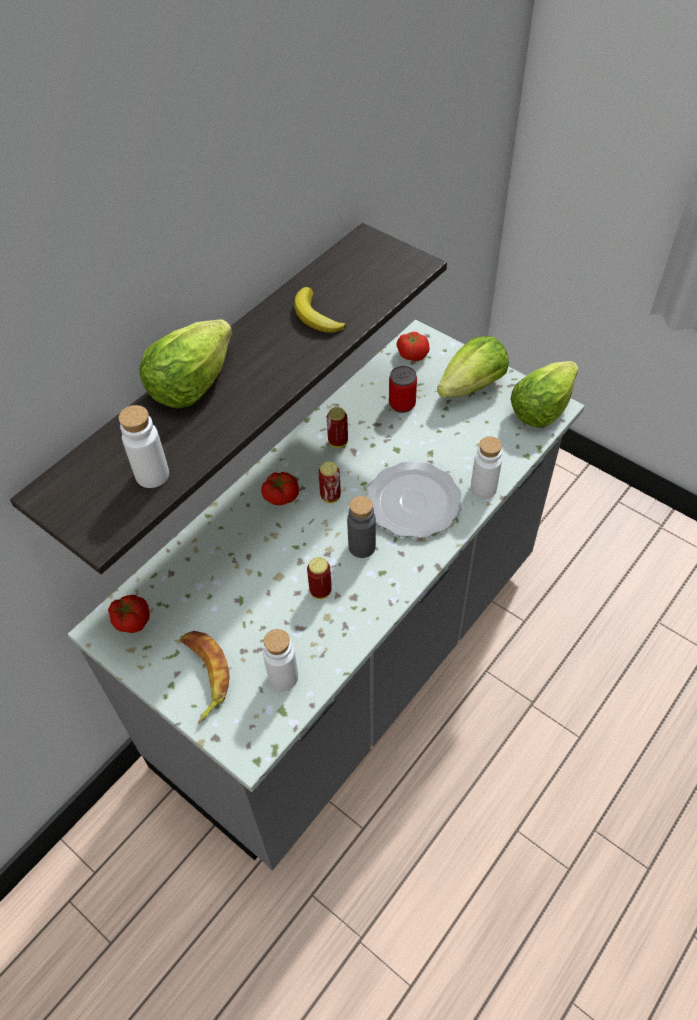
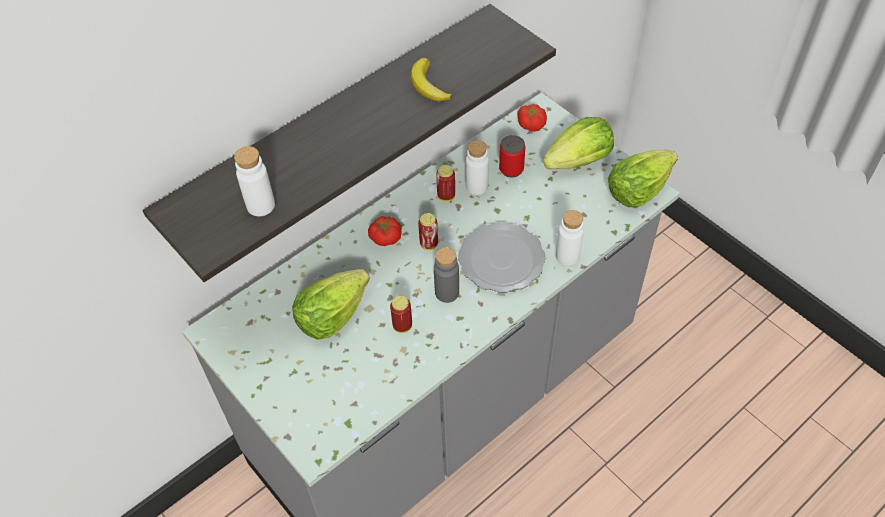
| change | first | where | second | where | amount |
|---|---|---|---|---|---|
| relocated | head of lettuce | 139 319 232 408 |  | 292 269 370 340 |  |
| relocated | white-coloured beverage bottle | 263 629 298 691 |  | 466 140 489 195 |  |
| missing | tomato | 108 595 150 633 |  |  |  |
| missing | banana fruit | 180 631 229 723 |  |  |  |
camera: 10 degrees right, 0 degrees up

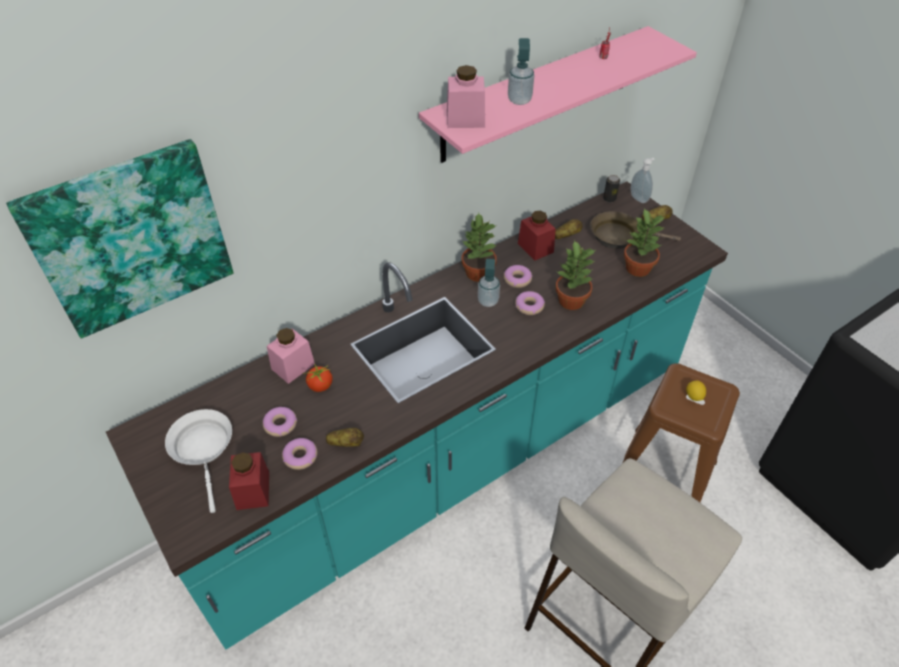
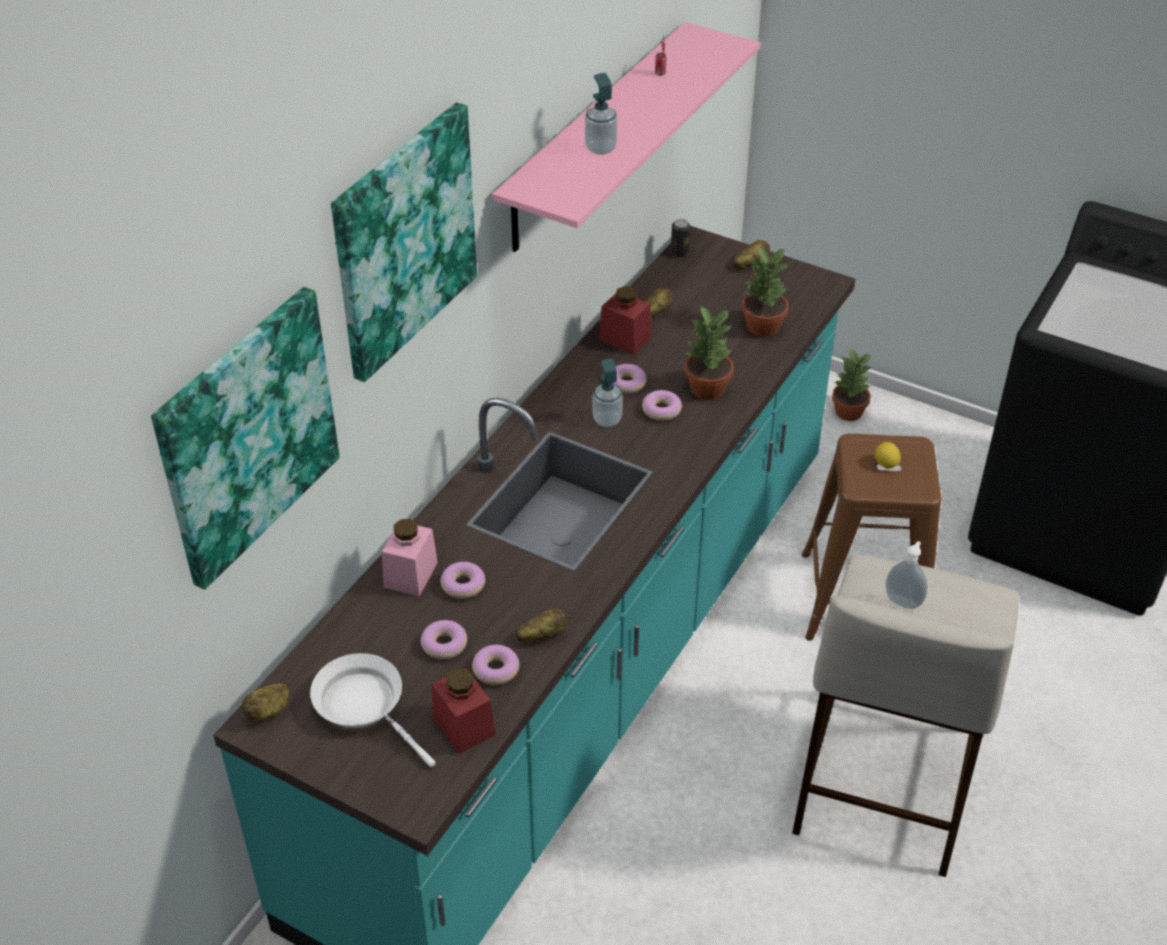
| change | first | where | second | where | amount |
|---|---|---|---|---|---|
| appeared |  |  | whole potato | 241 683 290 721 |  |
| appeared |  |  | wall art | 331 102 477 382 |  |
| exchanged | tomato | 306 365 333 392 | donut | 440 562 485 599 |  |
| relocated | plant in a pot | 462 213 497 282 |  | 832 348 872 421 |  |
| relocated | soap bottle | 631 158 655 203 |  | 885 541 928 609 |  |
| missing | pink storage jar | 447 65 485 128 |  |  |  |
| missing | brown-coloured frying pan | 590 211 681 249 |  |  |  |
camera: 25 degrees left, 5 degrees down

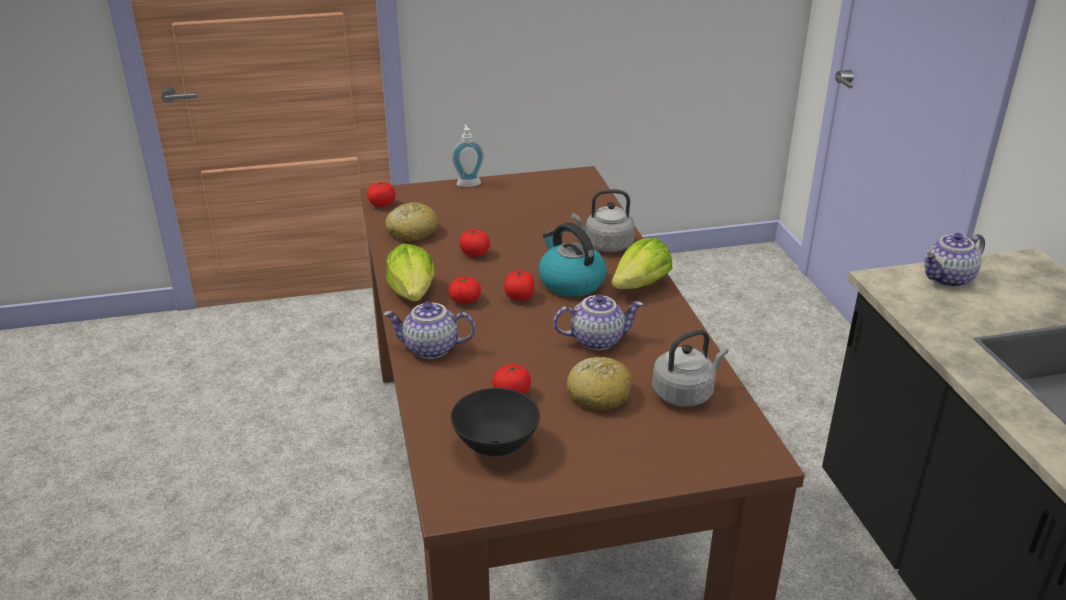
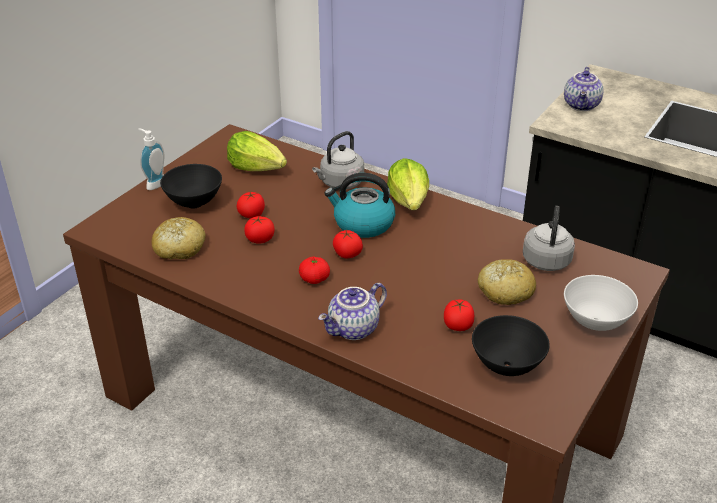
| change | first | where | second | where | amount |
|---|---|---|---|---|---|
| appeared |  |  | black deep dish | 160 164 222 208 |  |
| relocated | head of lettuce | 386 244 435 301 |  | 227 131 287 171 |  |
| relocated | tomato | 367 182 395 207 |  | 236 192 265 219 |  |
| appeared |  |  | white-coloured deep dish | 564 275 638 331 |  |
| missing | tea pot | 554 294 643 350 |  |  |  |
camera: 45 degrees left, 5 degrees up

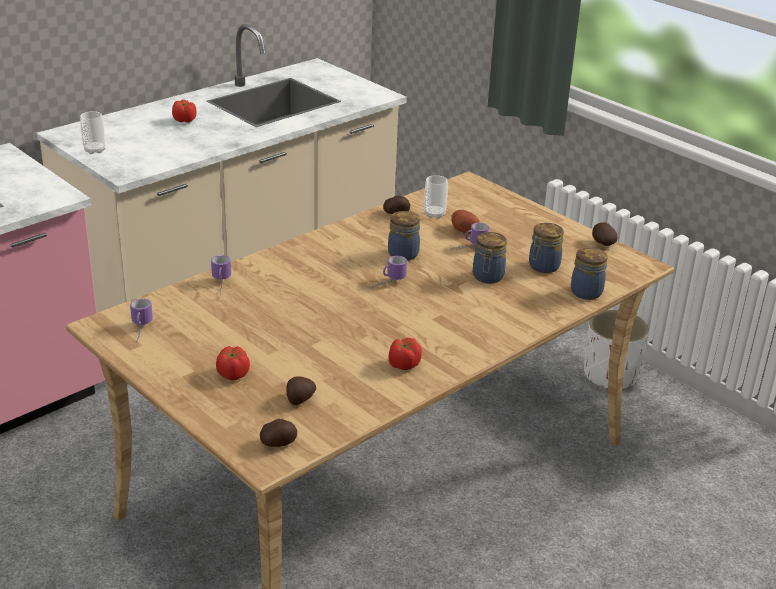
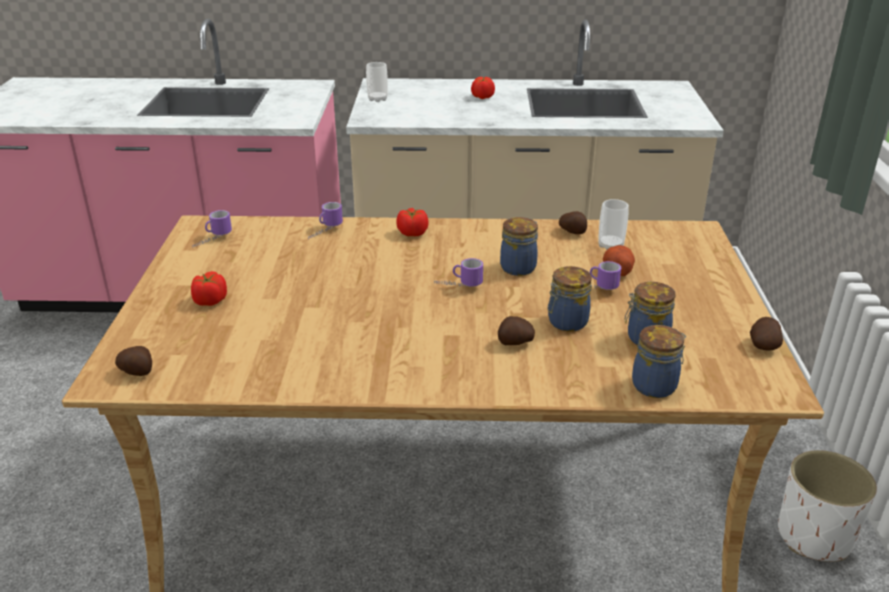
| change | first | where | second | where | amount |
|---|---|---|---|---|---|
| relocated | tomato | 389 338 422 370 |  | 396 208 429 236 |  |
| relocated | whole potato | 287 376 316 405 |  | 498 316 535 345 |  |
camera: 45 degrees right, 0 degrees up

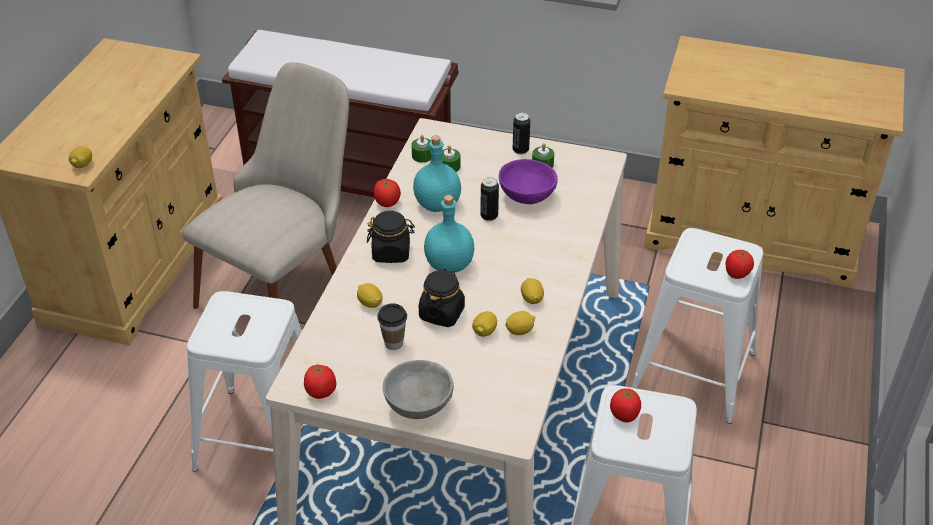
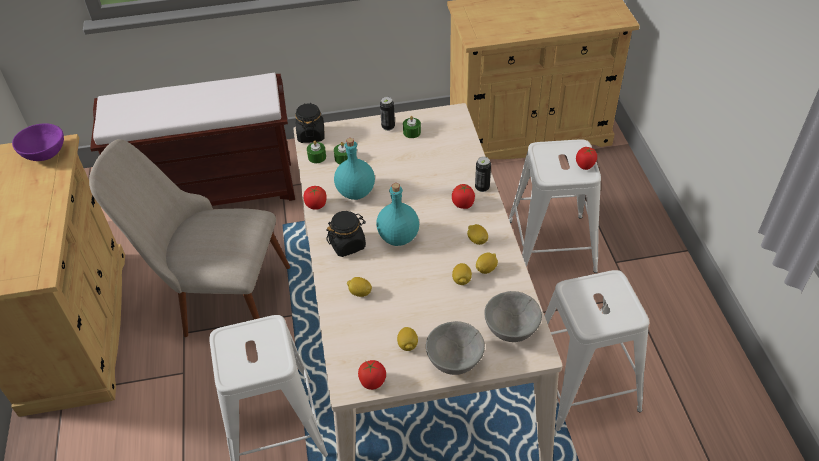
| change | first | where | second | where | amount |
|---|---|---|---|---|---|
| relocated | purple deep dish | 499 159 558 204 |  | 12 123 64 161 |  |
| spun | beige upright chair | 183 62 349 309 |  | 89 139 290 337 | 90 degrees counterclockwise |
| relocated | black storage jar | 419 269 465 327 |  | 295 103 325 143 |  |
| relocated | lemon | 68 146 92 168 |  | 397 327 418 351 |  |
| relocated | tomato | 610 389 641 422 |  | 452 184 475 209 |  |
| relocated | sealed can | 480 177 499 221 |  | 475 157 491 192 |  |
| appeared |  |  | greyish deep dish | 484 291 542 342 |  |
| missing | cup | 377 303 407 350 |  |  |  |
camera: 25 degrees left, 5 degrees up

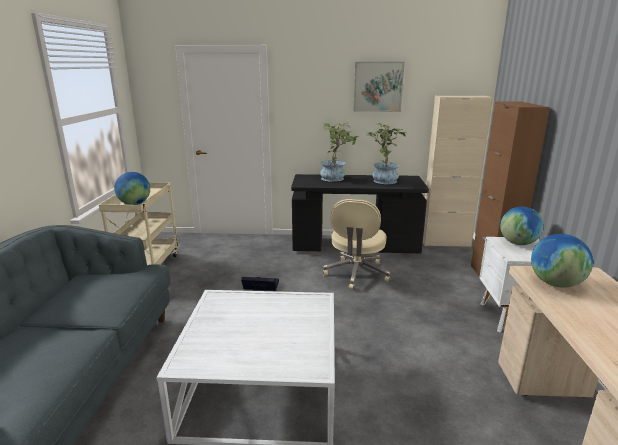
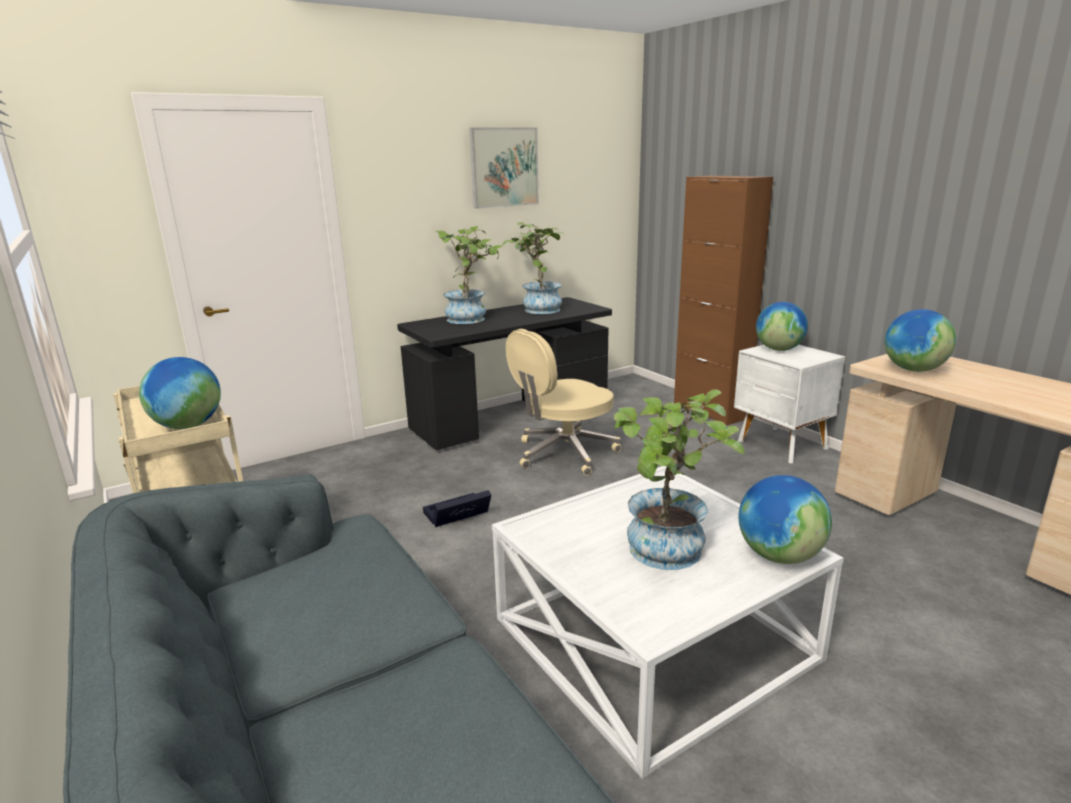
| change | first | where | second | where | amount |
|---|---|---|---|---|---|
| spun | beige computer chair | 323 199 390 290 |  | 506 329 621 475 | 75 degrees clockwise |
| appeared |  |  | plant in a pot | 613 389 745 570 |  |
| appeared |  |  | globe | 739 475 832 564 |  |
| missing | beige cupboard | 423 96 493 247 |  |  |  |
camera: 35 degrees left, 0 degrees up

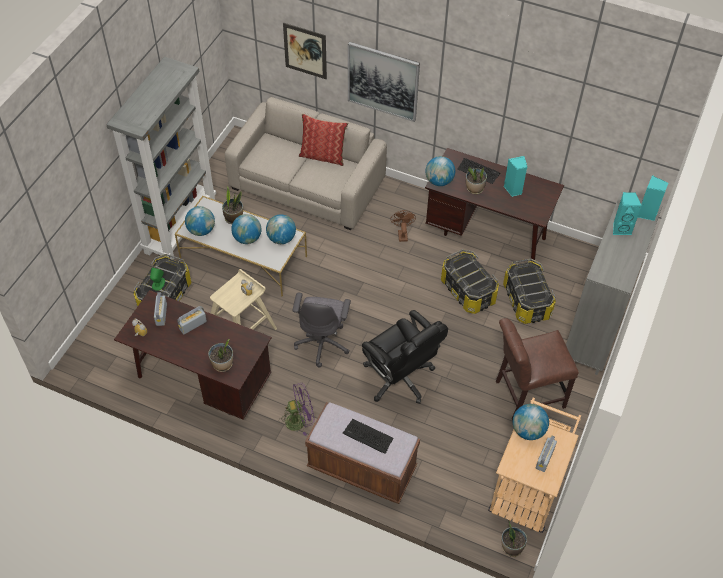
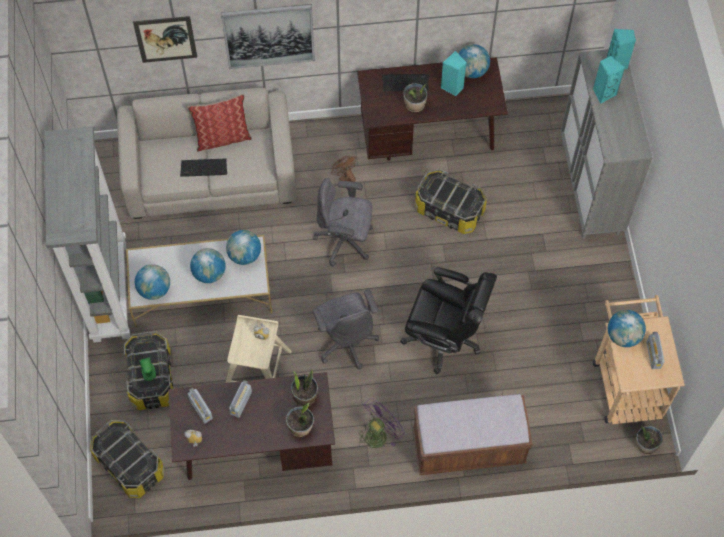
| change | first | where | second | where | amount |
|---|---|---|---|---|---|
| relocated | storage box | 503 259 556 324 |  | 90 420 164 498 |  |
| relocated | PC keyboard | 343 419 393 454 |  | 180 159 227 177 |  |
| relocated | plant in a pot | 222 186 243 224 |  | 291 368 318 407 |  |
| appeared |  |  | greyish computer chair | 313 178 372 267 |  |
| relocated | globe | 426 156 455 186 |  | 458 44 490 78 |  |
| missing | brown-coloured upright chair | 496 318 579 421 |  |  |  |
camera: 30 degrees left, 10 degrees up

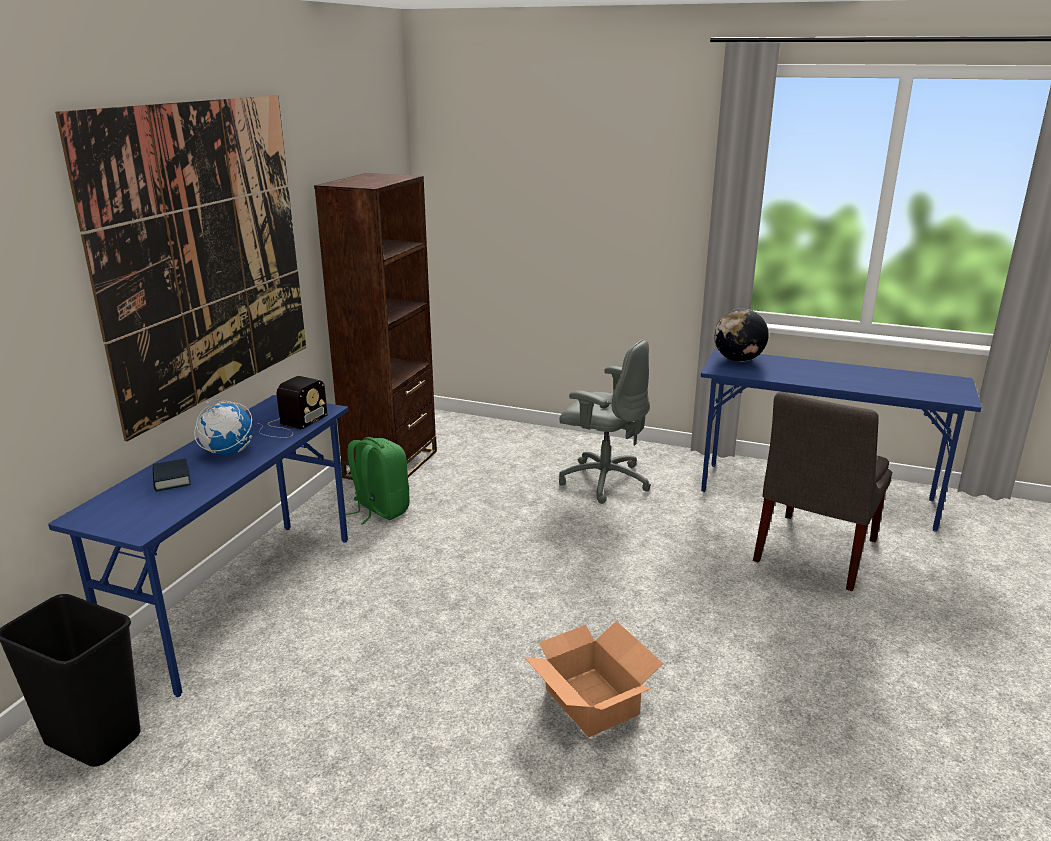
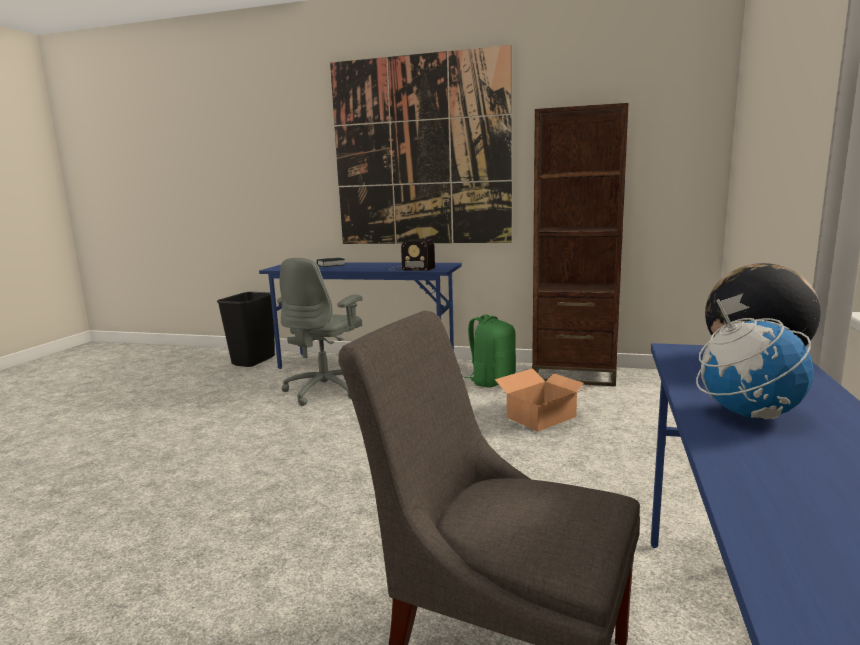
| change | first | where | second | where | amount |
|---|---|---|---|---|---|
| relocated | greyish computer chair | 559 339 651 504 |  | 277 258 362 406 |  |
| relocated | packing box | 524 621 663 737 |  | 495 368 590 431 |  |
| relocated | globe | 194 395 252 455 |  | 696 294 814 419 |  |
camera: 85 degrees right, 10 degrees down

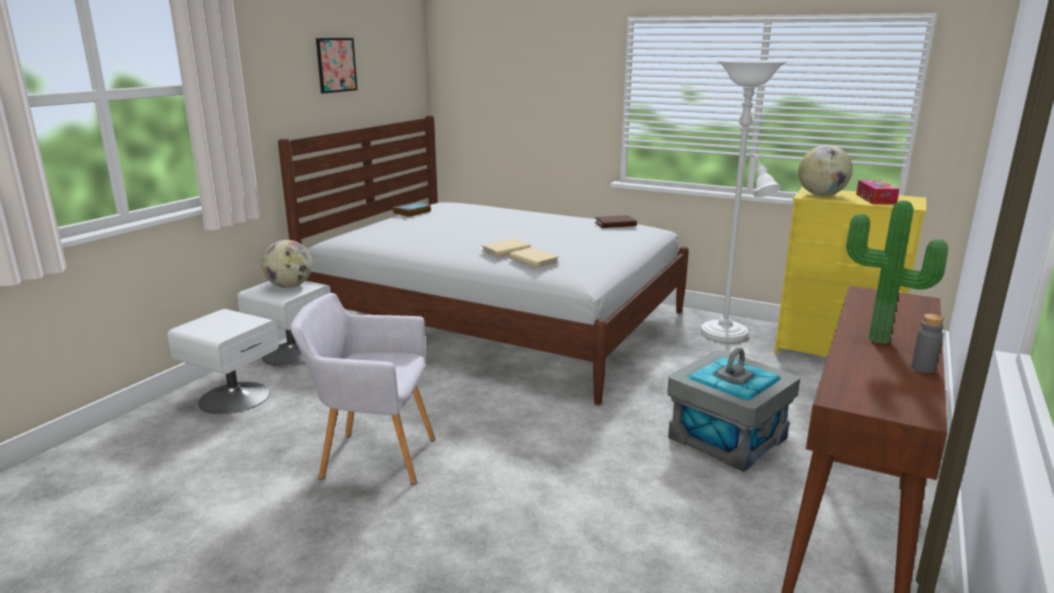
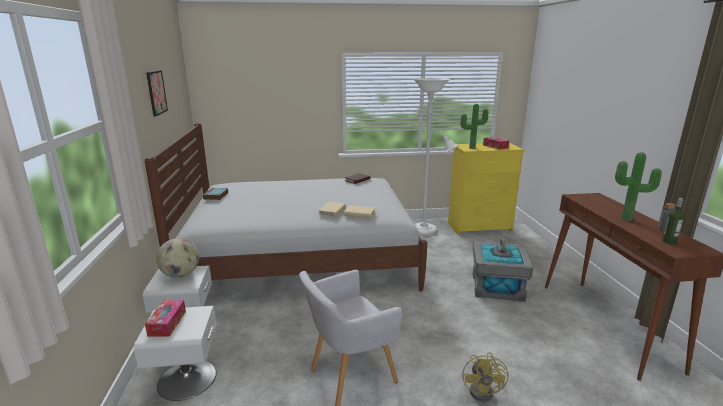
| change | first | where | second | where | amount |
|---|---|---|---|---|---|
| appeared |  |  | tissue box | 145 300 186 337 |  |
| exchanged | globe | 798 145 853 196 | plant in a pot | 460 104 488 149 |  |
| appeared |  |  | yellow-coloured cooling fan | 463 352 508 402 |  |
| appeared |  |  | beverage bottle | 662 198 684 245 |  |
camera: 35 degrees left, 0 degrees up

